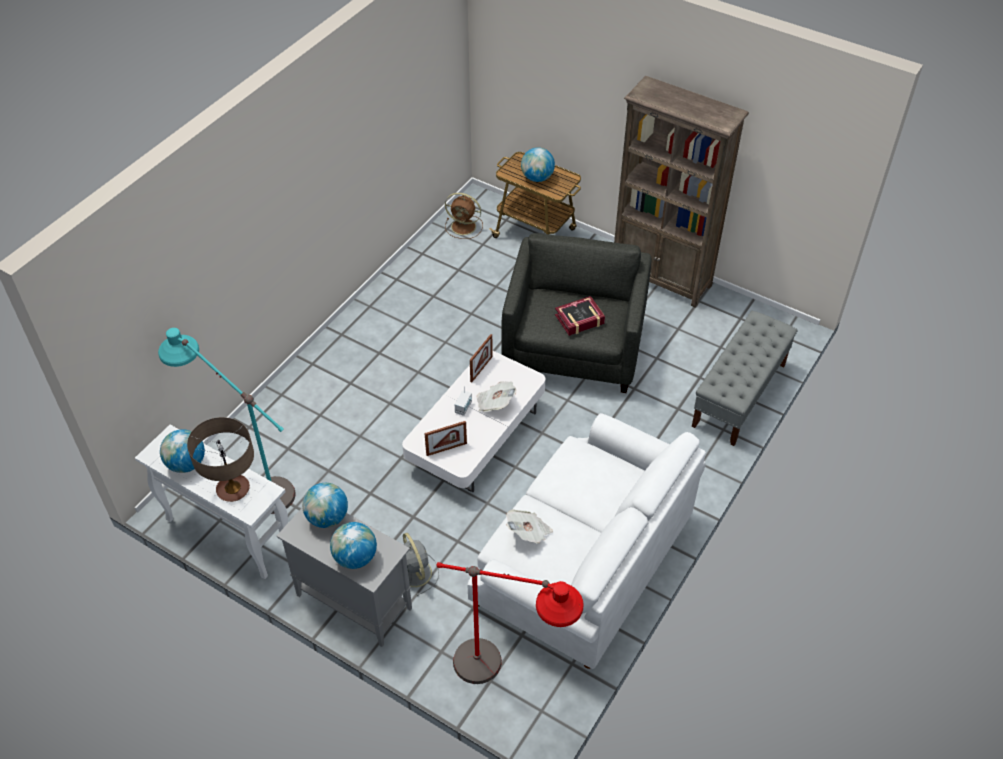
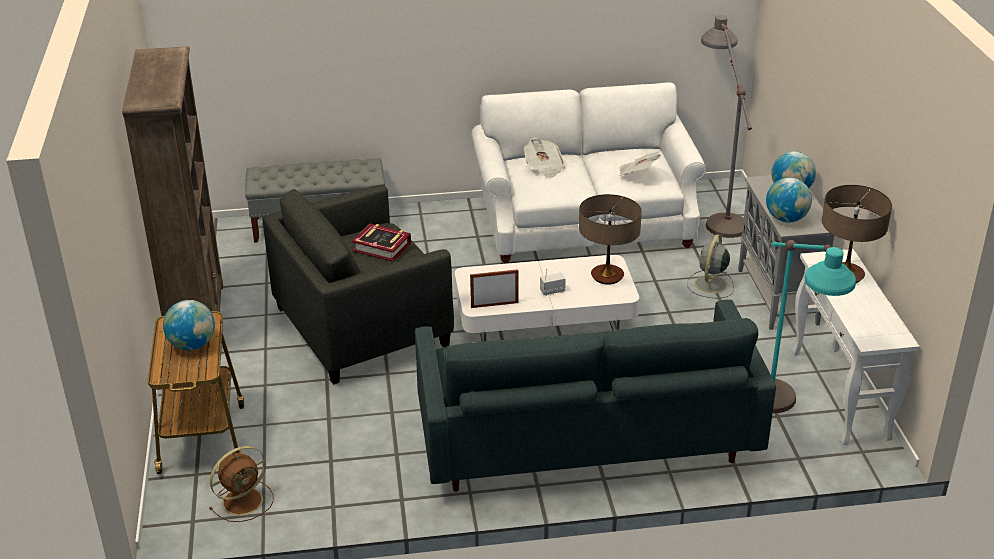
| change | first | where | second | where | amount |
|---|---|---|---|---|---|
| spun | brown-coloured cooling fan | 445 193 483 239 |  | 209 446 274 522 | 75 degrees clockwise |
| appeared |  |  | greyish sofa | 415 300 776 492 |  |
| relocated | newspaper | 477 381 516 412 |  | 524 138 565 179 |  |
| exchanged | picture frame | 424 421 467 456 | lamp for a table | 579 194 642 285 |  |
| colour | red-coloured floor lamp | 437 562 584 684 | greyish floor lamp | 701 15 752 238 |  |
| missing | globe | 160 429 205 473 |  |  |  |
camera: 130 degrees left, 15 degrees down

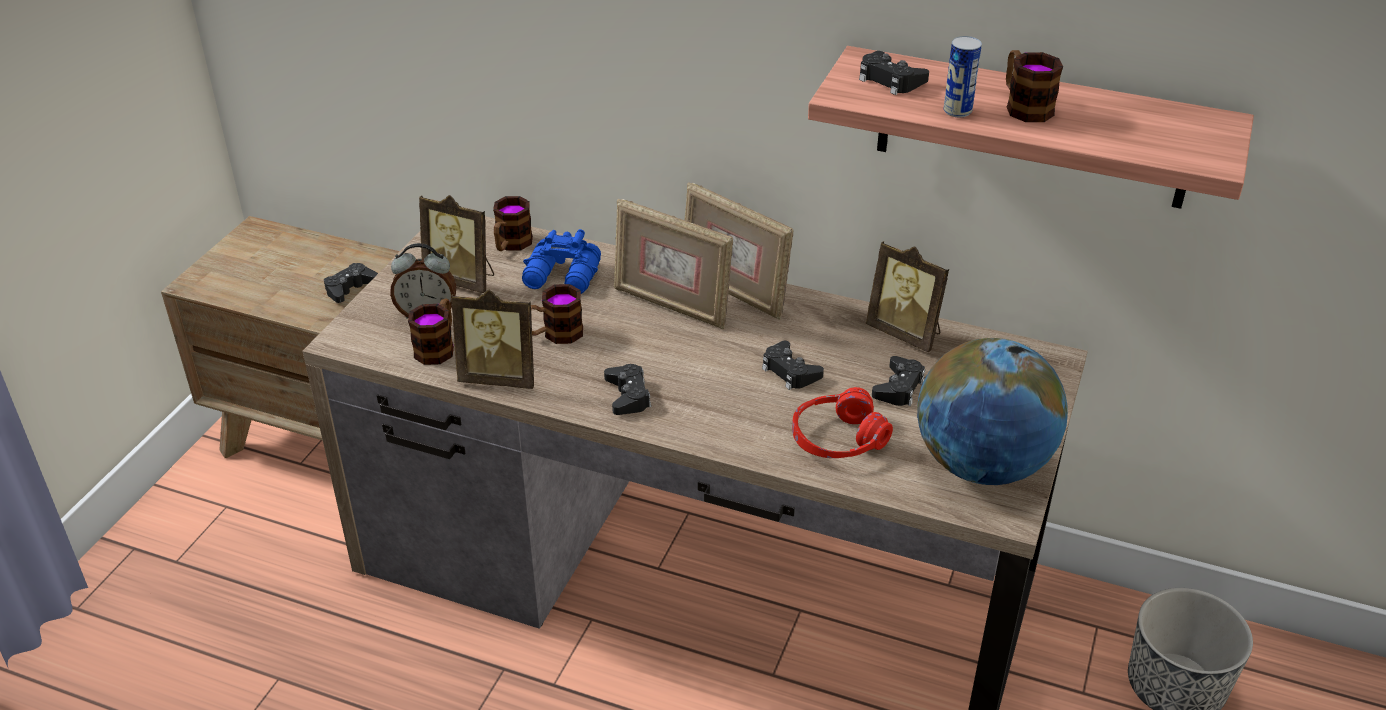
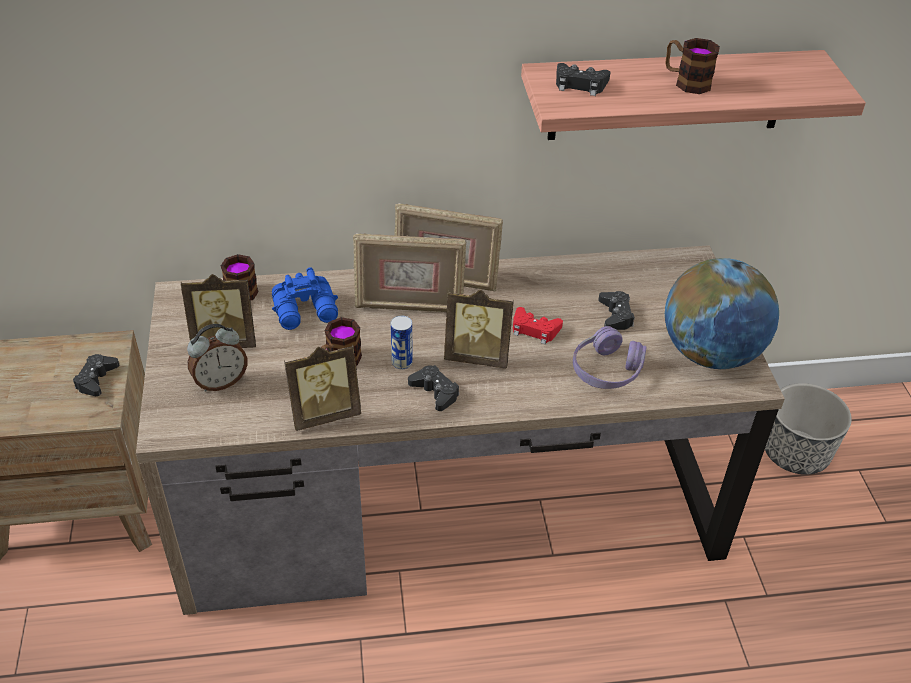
| change | first | where | second | where | amount |
|---|---|---|---|---|---|
| relocated | sealed can | 944 36 982 117 |  | 391 316 413 369 |  |
| relocated | picture frame | 866 241 949 353 |  | 444 289 514 369 |  |
| colour | black gamepad | 762 341 824 390 | red-coloured gamepad | 513 307 563 344 |  |
| colour | red-coloured headset | 792 387 893 458 | purple headset | 573 326 647 389 |  |
| missing | coffee mug | 408 299 454 365 |  |  |  |
camera: 30 degrees left, 5 degrees up

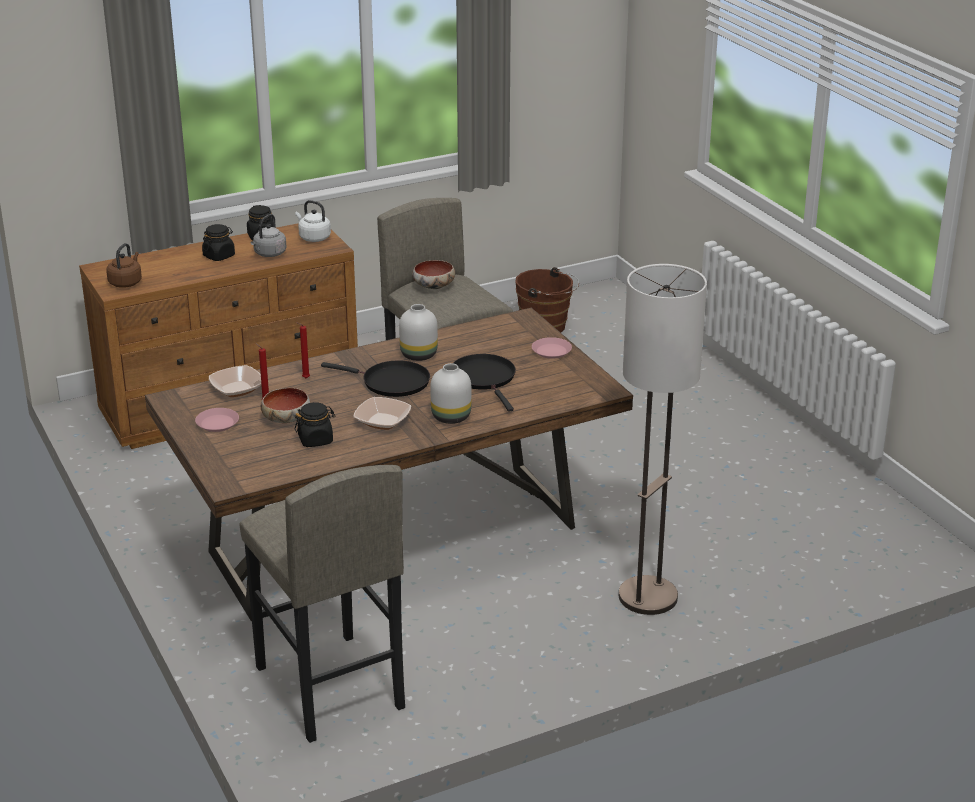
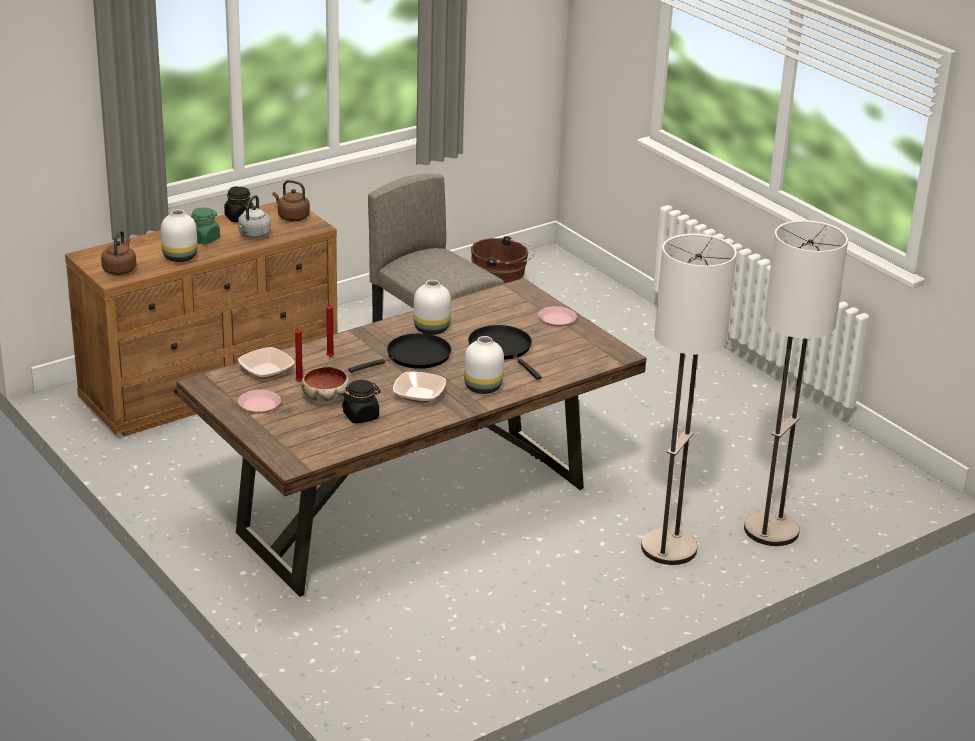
| change | first | where | second | where | amount |
|---|---|---|---|---|---|
| appeared |  |  | white-coloured decorative vase | 161 209 197 262 |  |
| colour | black storage jar | 202 224 235 261 | green-coloured storage jar | 191 207 220 244 |  |
| colour | white-coloured tea kettle | 295 200 331 242 | brown-coloured tea kettle | 273 180 310 221 |  |
| spun | black frying pan | 321 360 430 397 |  | 348 333 451 373 | 45 degrees counterclockwise |
| appeared |  |  | floor lamp | 744 220 848 546 |  |
| missing | greyish sitting stool | 239 465 405 743 |  |  |  |
| missing | deep dish | 412 260 455 289 |  |  |  |
camera: 10 degrees left, 0 degrees up

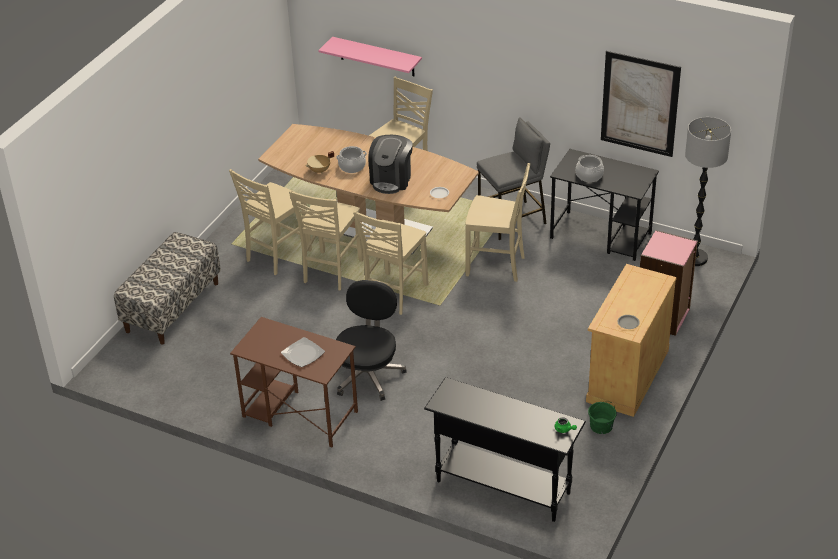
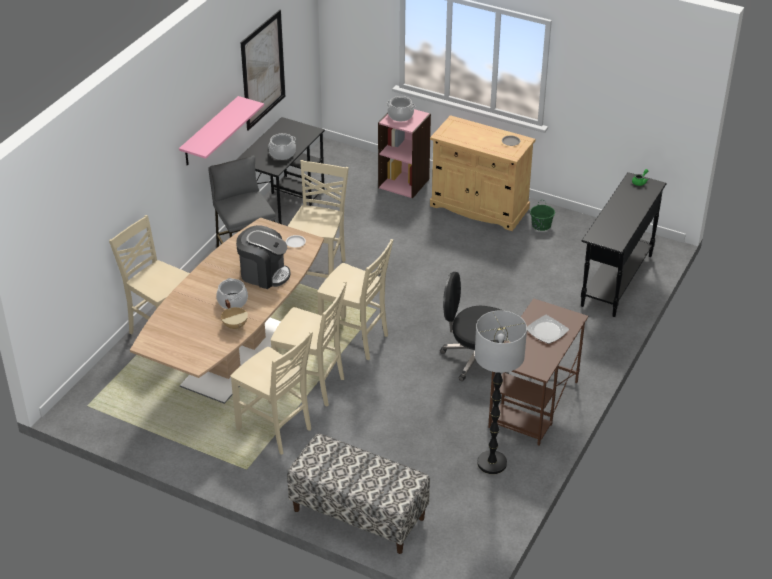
| change | first | where | second | where | amount |
|---|---|---|---|---|---|
| relocated | pink wall shelf | 318 37 422 76 |  | 179 96 264 166 |  |
| appeared |  |  | saucepot | 386 96 415 122 |  |
| relocated | floor lamp | 685 117 731 266 |  | 475 310 527 474 |  |
camera: 90 degrees left, 0 degrees up

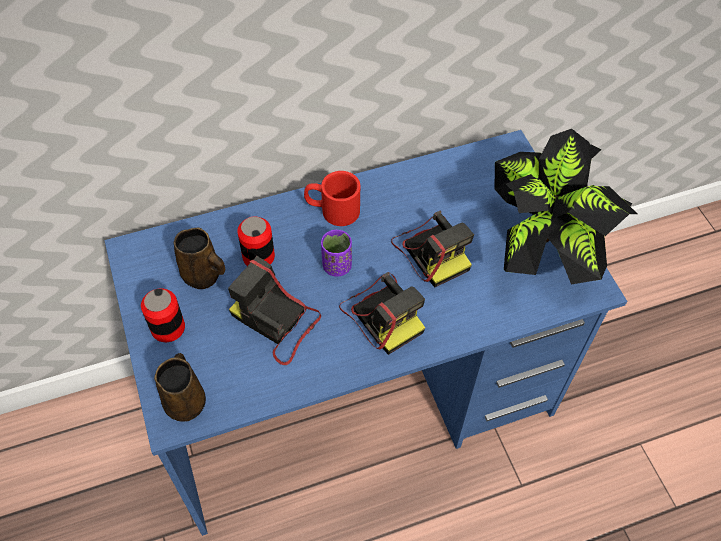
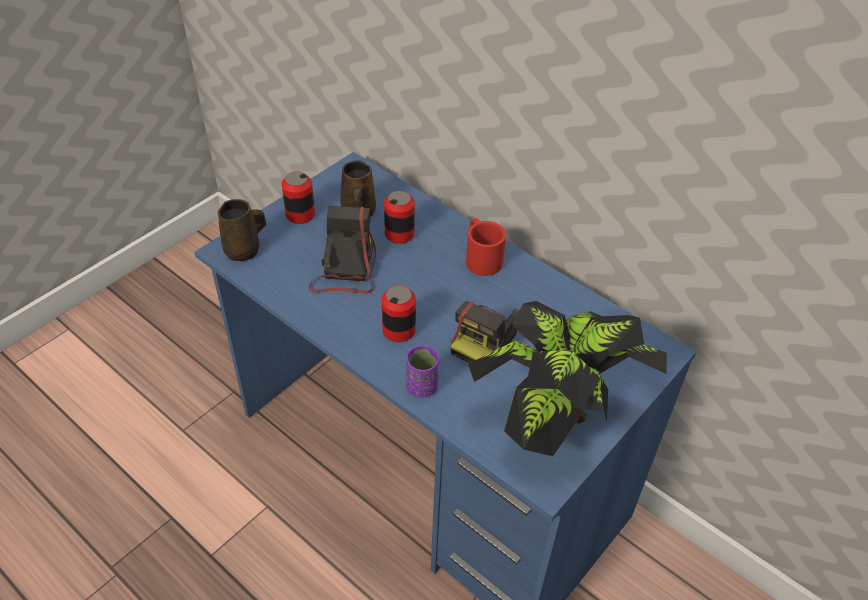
| change | first | where | second | where | amount |
|---|---|---|---|---|---|
| exchanged | photo camera | 339 272 425 355 | sealed can | 382 286 416 342 |  |
| relocated | purple cup | 321 230 352 277 |  | 406 346 439 398 |  |
camera: 60 degrees right, 10 degrees down

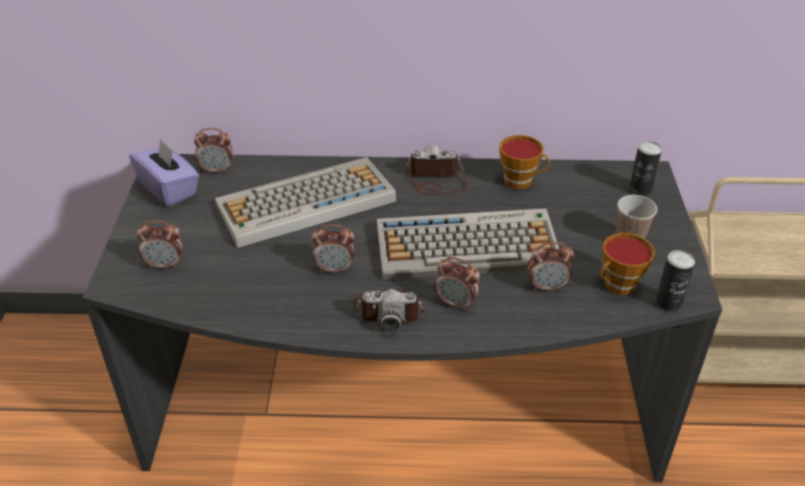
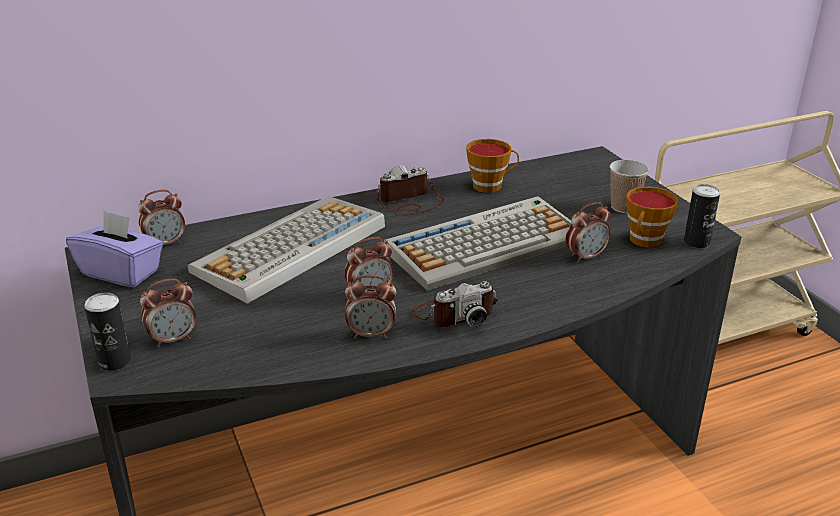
| change | first | where | second | where | amount |
|---|---|---|---|---|---|
| relocated | sealed can | 629 141 662 196 |  | 84 292 131 371 |  |
| relocated | alarm clock | 434 257 480 311 |  | 345 275 396 339 |  |
camera: 25 degrees left, 10 degrees down

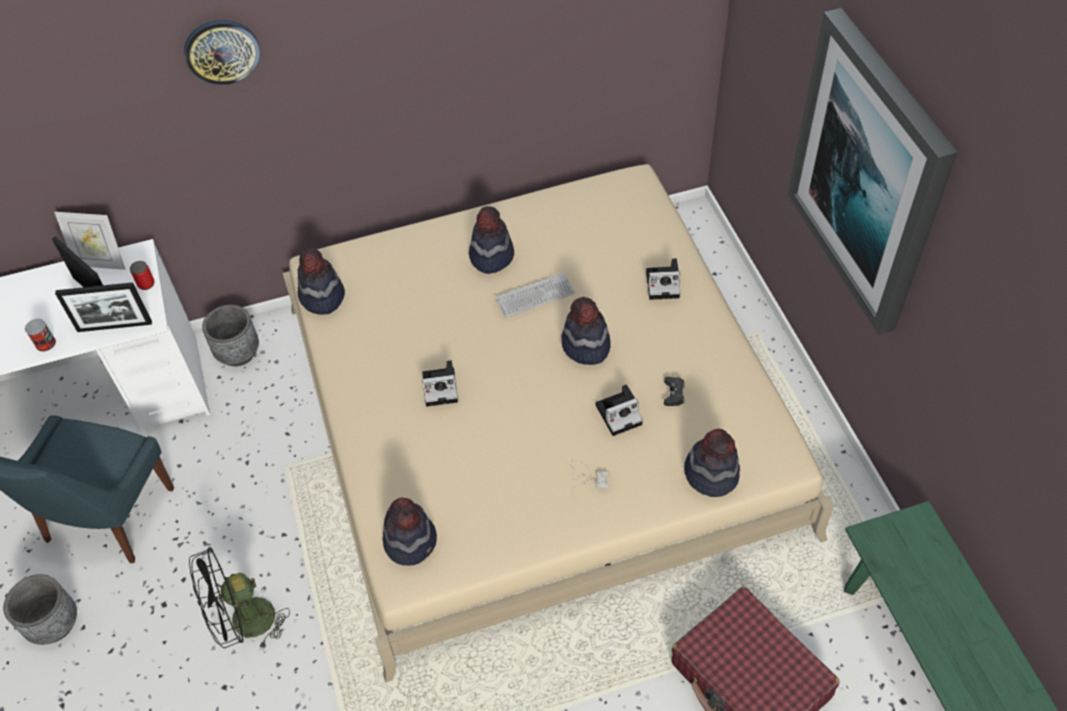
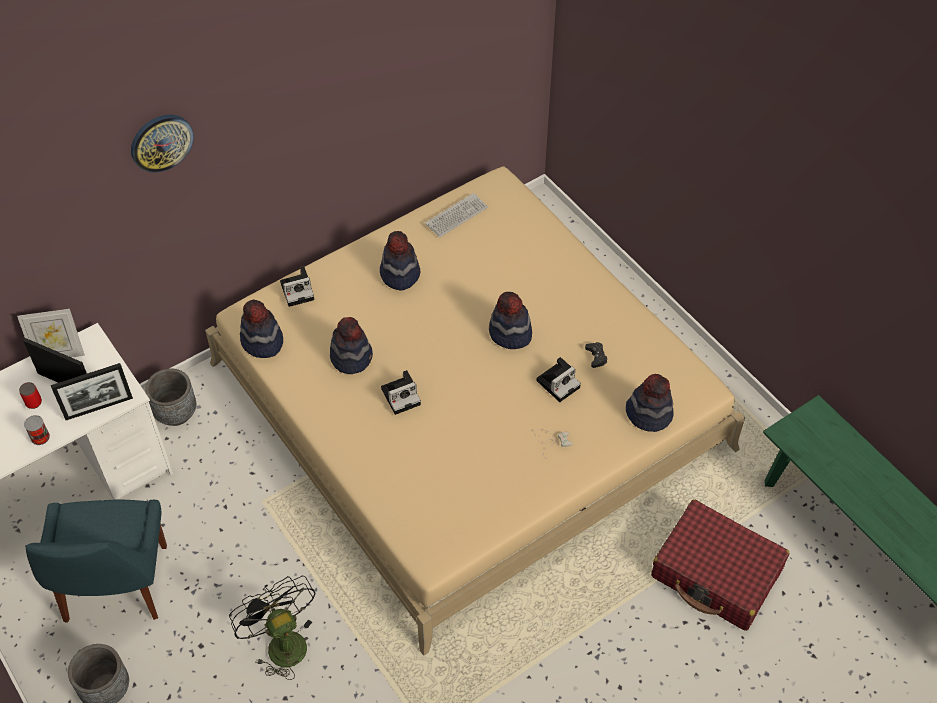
| change | first | where | second | where | amount |
|---|---|---|---|---|---|
| relocated | sealed can | 130 261 155 290 |  | 19 382 42 409 |  |
| spun | black cooling fan | 189 547 290 651 |  | 229 576 315 680 | 105 degrees clockwise |
| relocated | photo camera | 646 258 680 300 |  | 280 267 314 307 |  |
| relocated | clothing hat | 383 497 437 566 |  | 330 317 373 374 |  |
| relocated | PC keyboard | 495 273 575 318 |  | 425 193 488 238 |  |
| missing | wall art | 787 8 958 335 |  |  |  |
camera: 20 degrees left, 0 degrees up

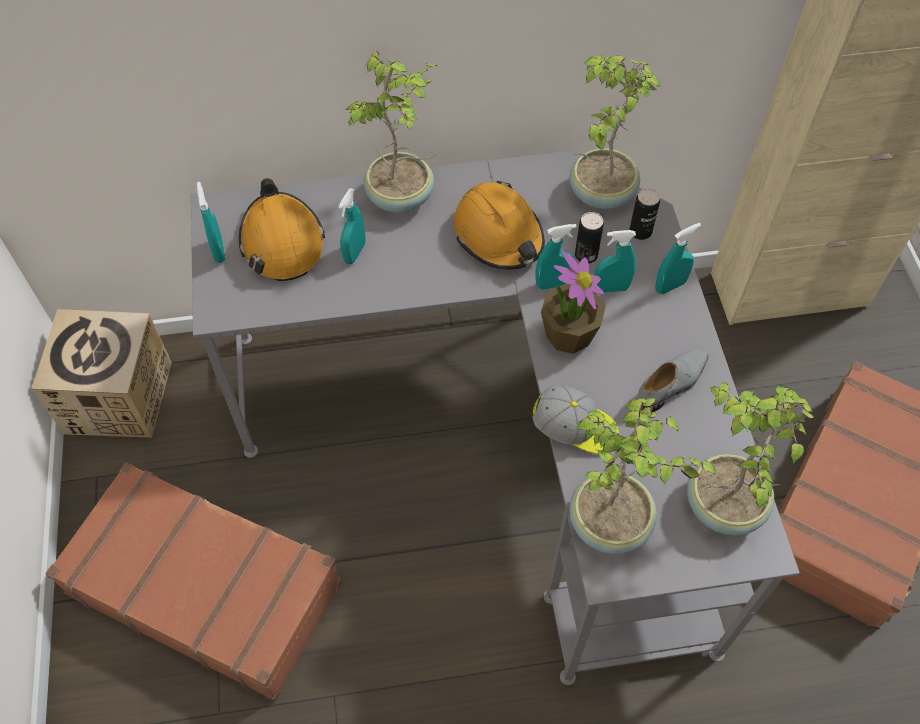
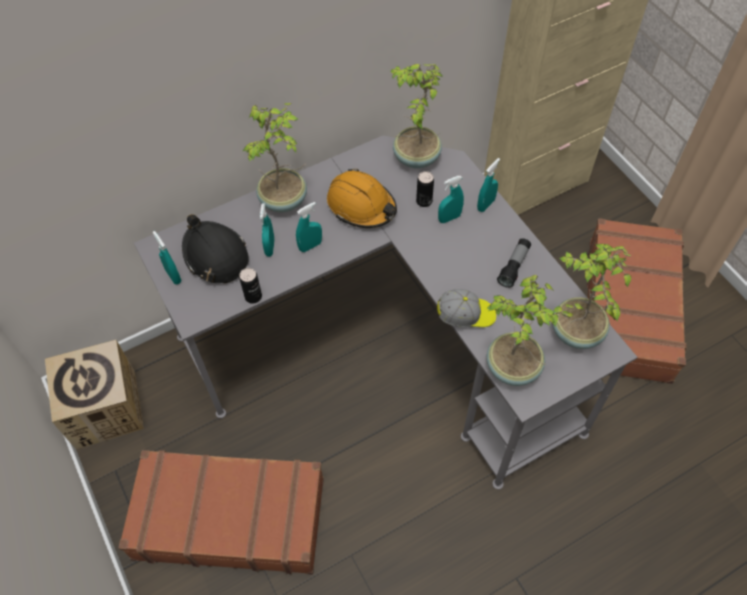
| change | first | where | second | where | amount |
|---|---|---|---|---|---|
| colour | orangey safety helmet | 239 178 325 281 | black safety helmet | 182 214 249 283 |  |
| relocated | sealed can | 629 188 660 240 |  | 239 268 262 304 |  |
| relocated | turquoise sprayer | 536 224 577 290 |  | 296 202 322 252 |  |
| exchanged | greyish item of footwear | 638 348 708 412 | flashlight | 497 238 531 288 |  |
| missing | plant in a pot | 541 251 606 354 |  |  |  |
camera: 20 degrees left, 0 degrees up

